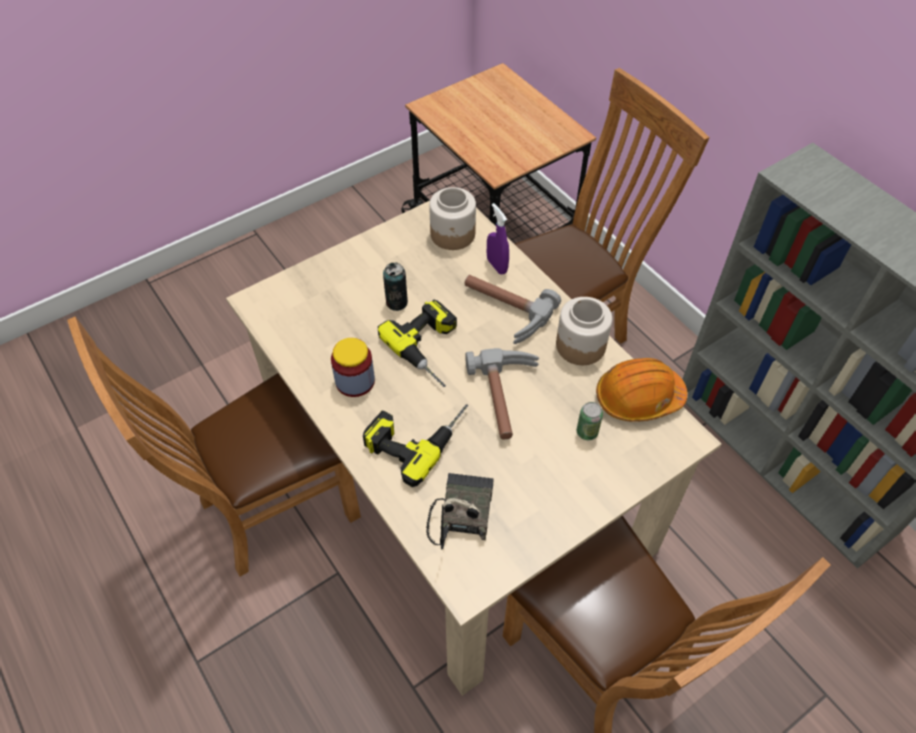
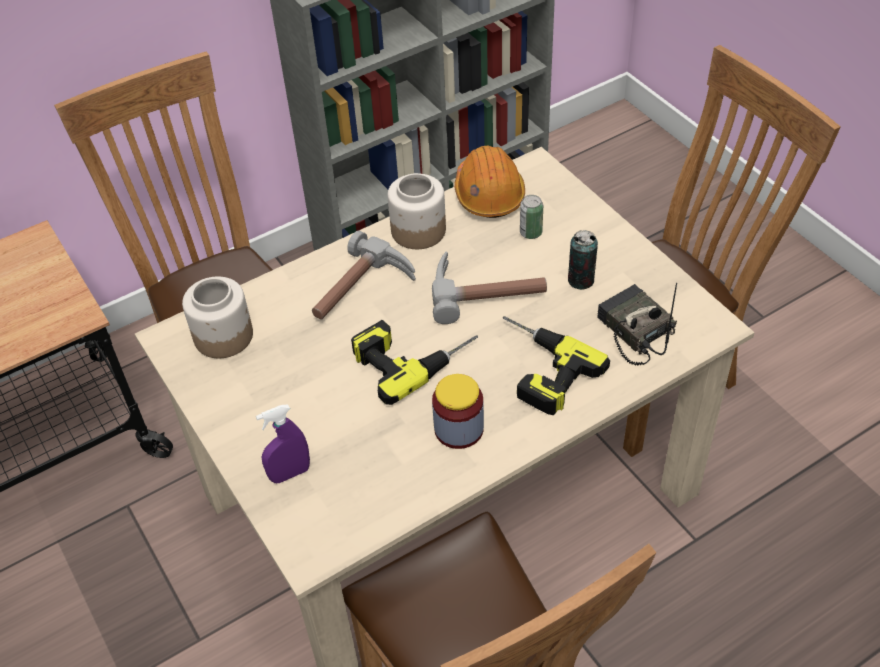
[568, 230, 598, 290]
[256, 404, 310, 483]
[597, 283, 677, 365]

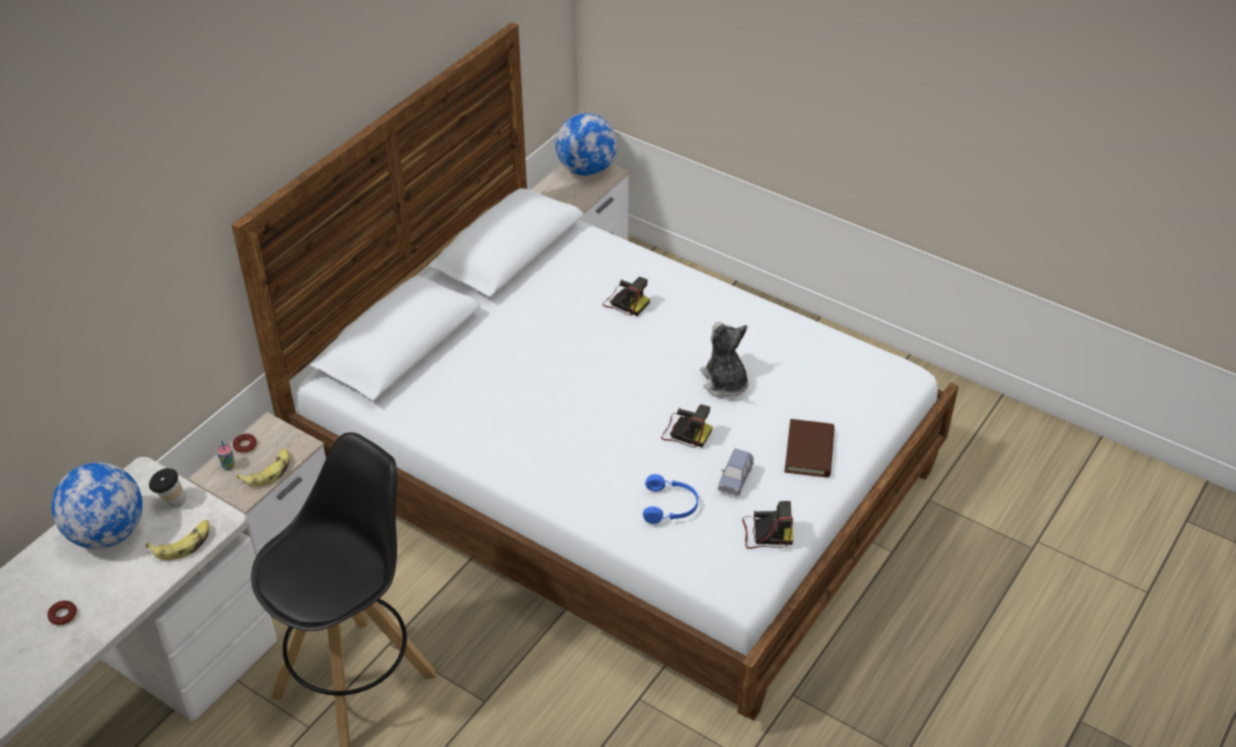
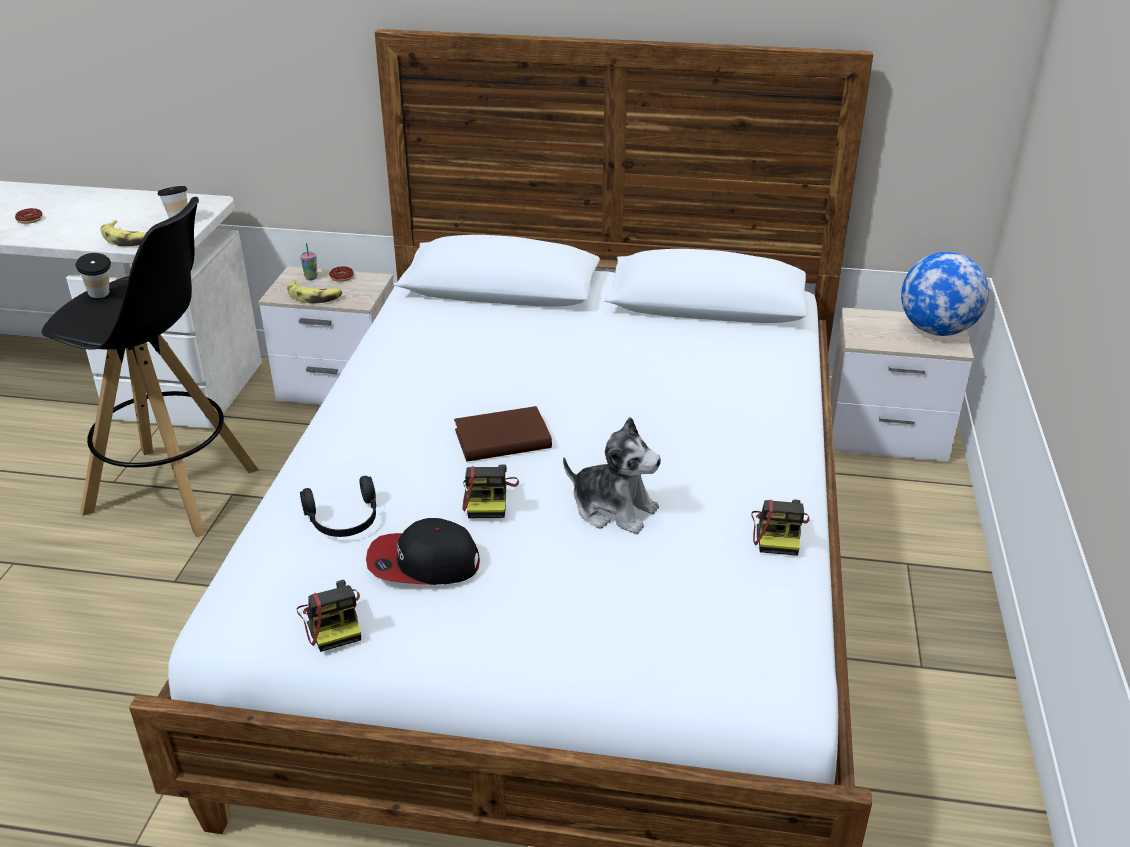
[52, 462, 143, 549] (first image)
[75, 253, 111, 298]
[751, 500, 810, 556]
[454, 406, 552, 461]
[366, 518, 480, 585]
[300, 476, 376, 537]
[563, 417, 661, 534]

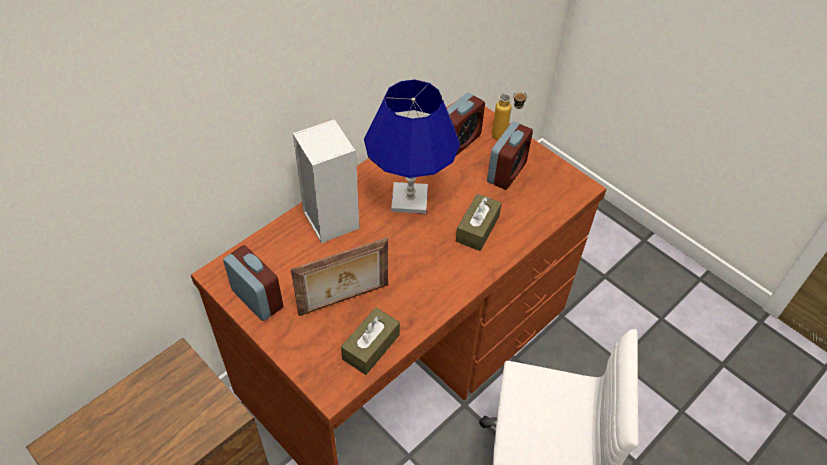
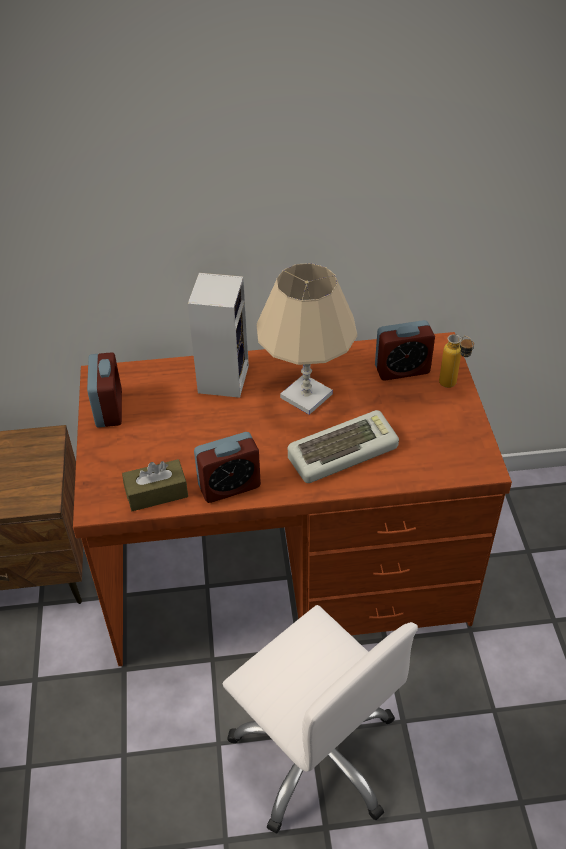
[291, 237, 388, 316] (first image)
[194, 432, 261, 503]
[288, 410, 399, 483]
[257, 263, 357, 415]

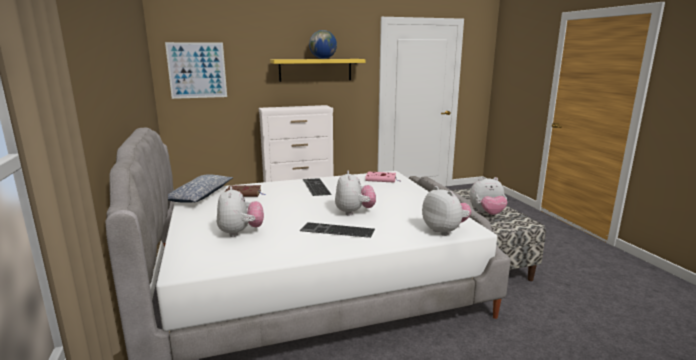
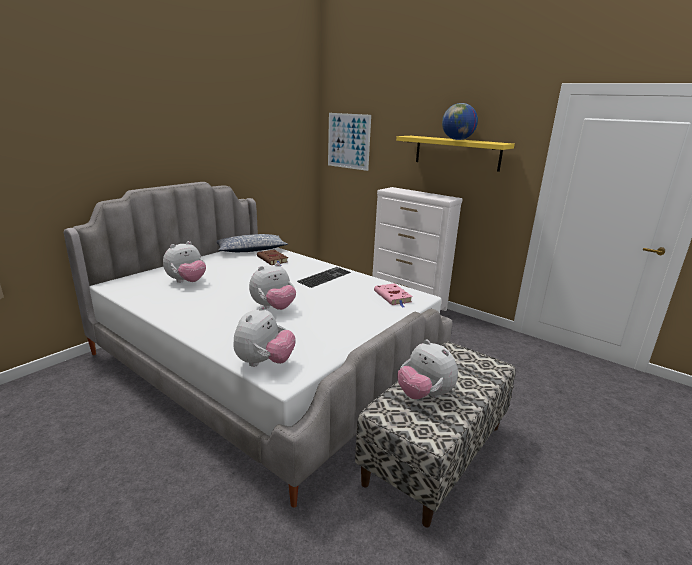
[300, 222, 375, 238] (first image)

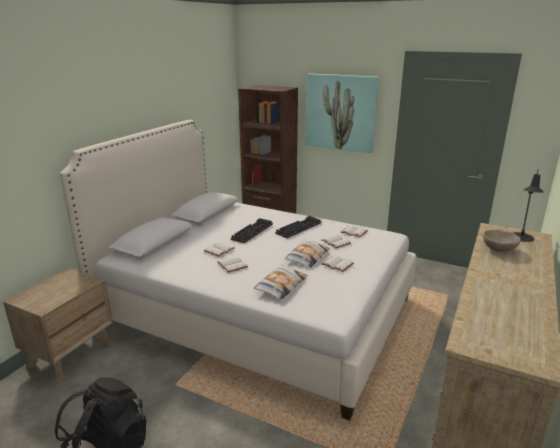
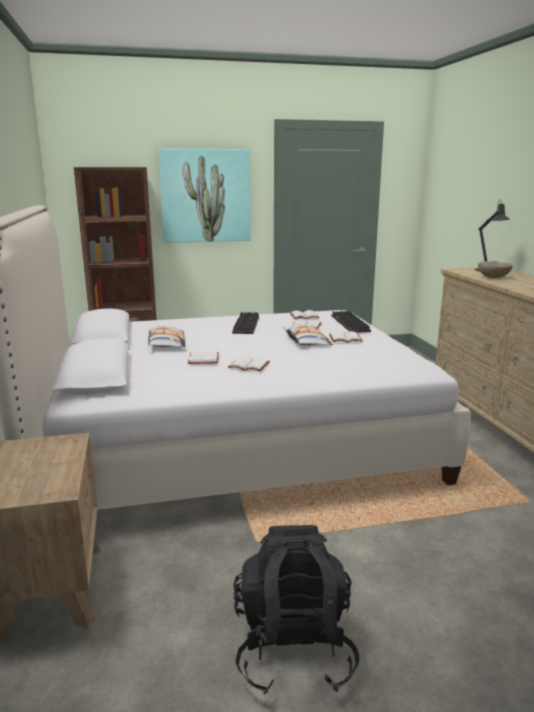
[331, 311, 371, 333]
[148, 325, 186, 347]

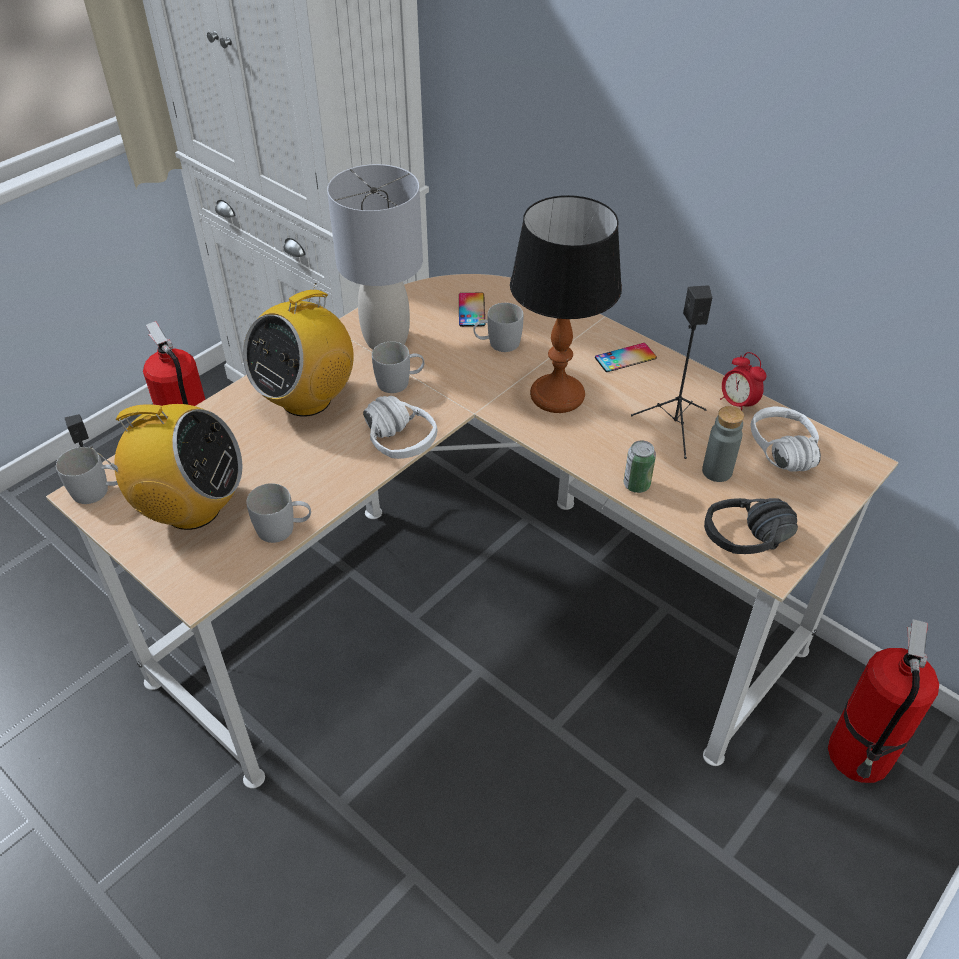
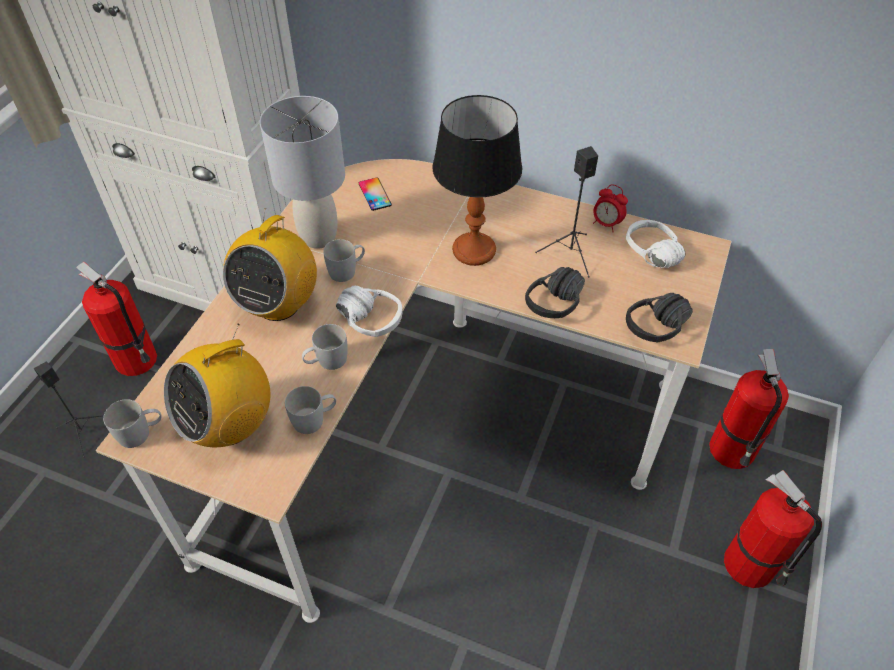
[595, 343, 657, 372] (first image)
[702, 406, 744, 482] (first image)
[724, 470, 822, 588]
[302, 324, 348, 370]
[525, 267, 585, 318]
[164, 324, 271, 447]

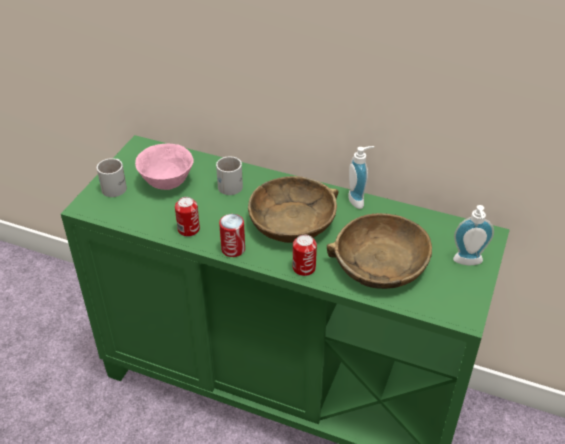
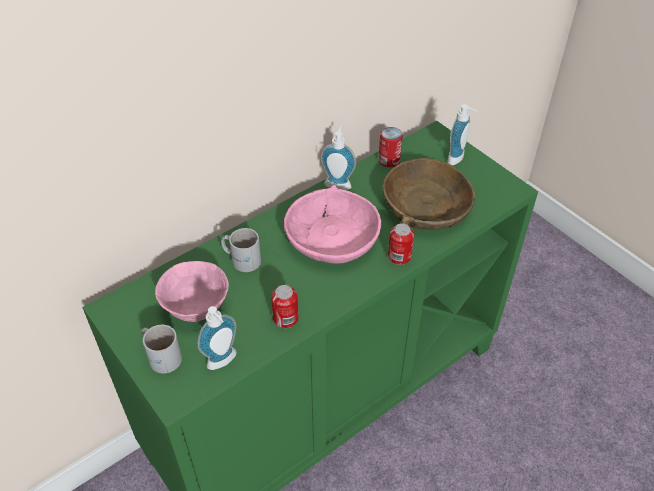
[198, 306, 237, 370]
[378, 127, 403, 167]
[284, 185, 381, 264]

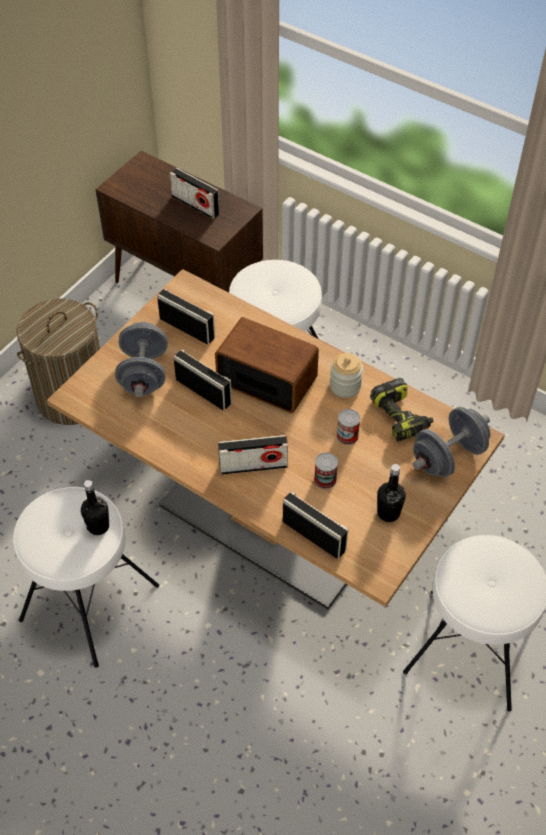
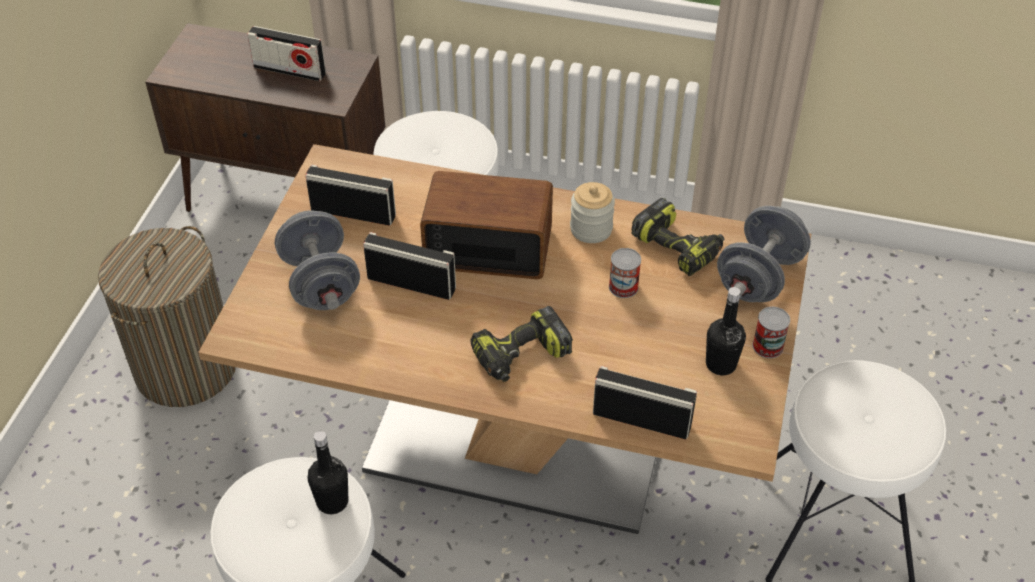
[753, 307, 790, 358]
[470, 306, 573, 382]

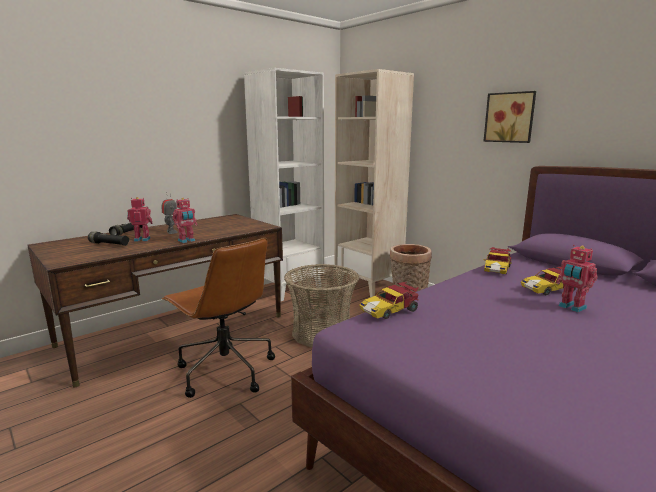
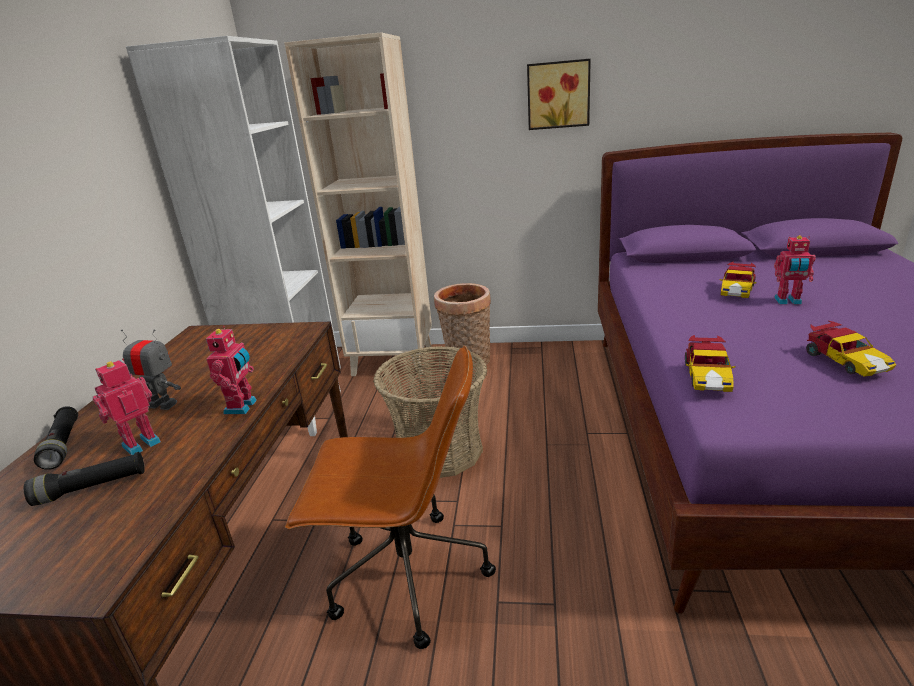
[806, 321, 896, 377]

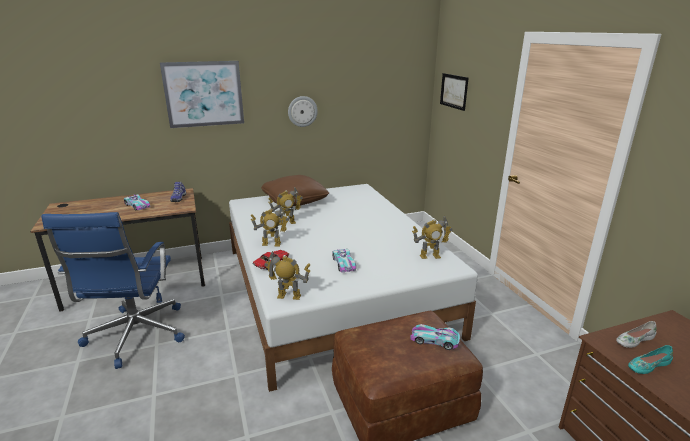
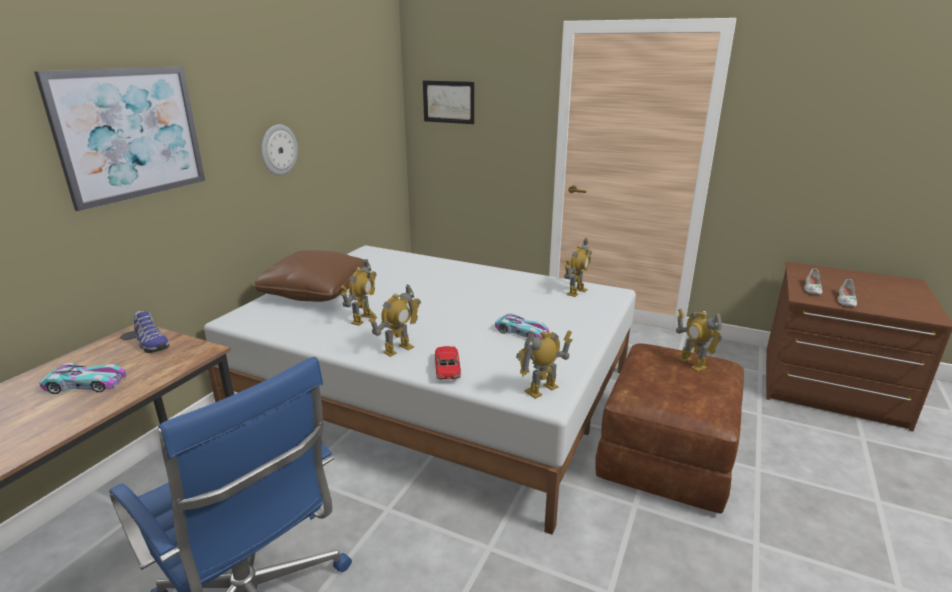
[676, 309, 723, 372]
[838, 279, 857, 307]

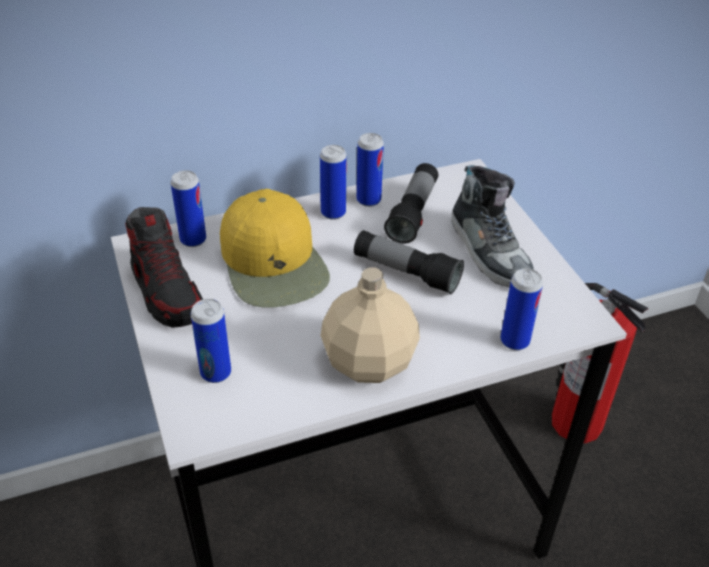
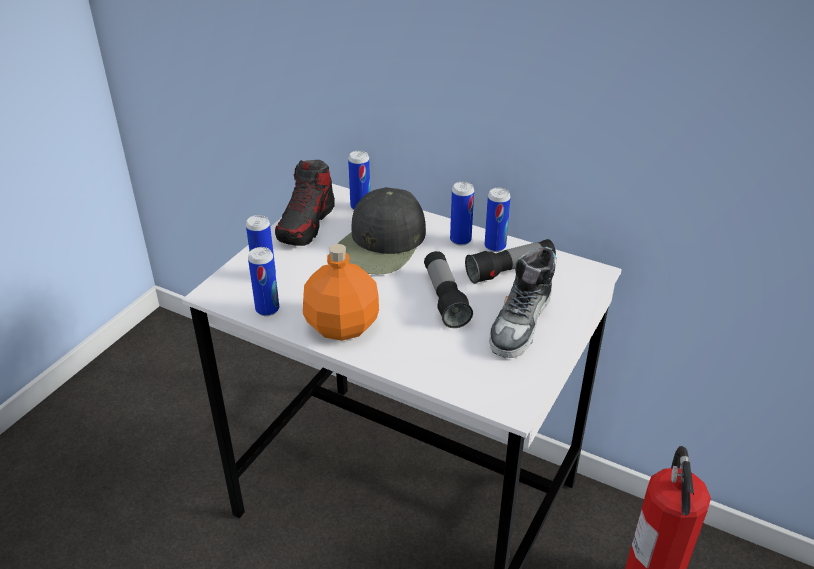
[248, 247, 279, 316]
[338, 187, 426, 274]
[303, 244, 379, 341]

